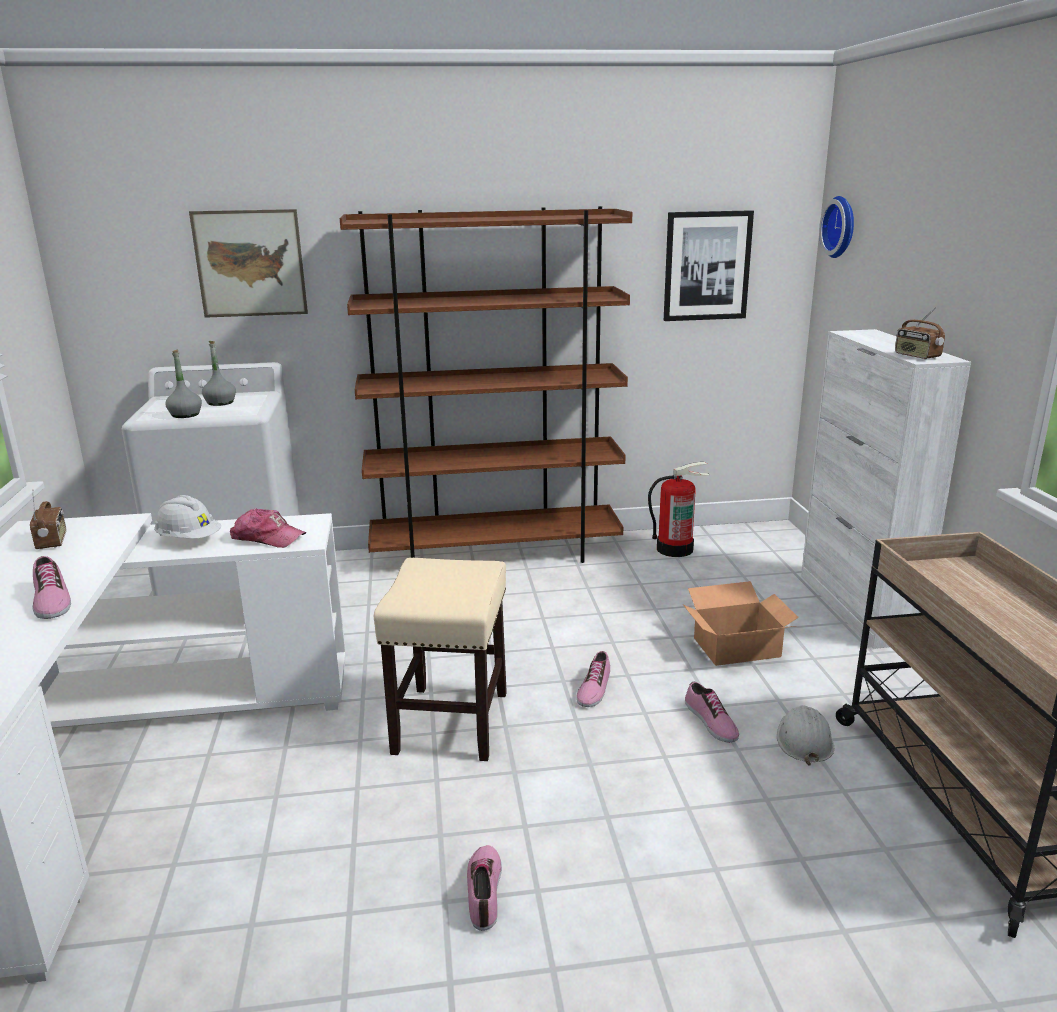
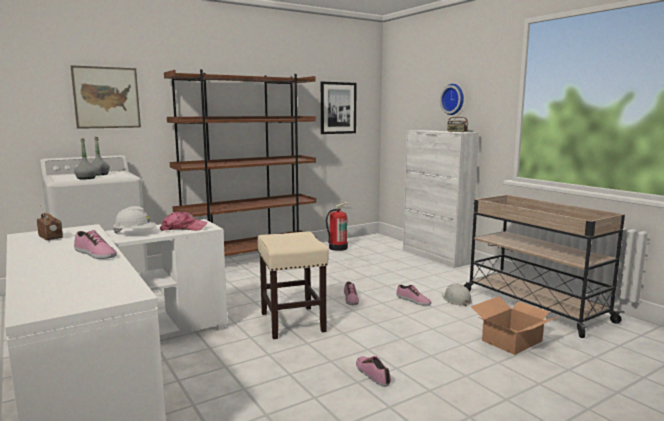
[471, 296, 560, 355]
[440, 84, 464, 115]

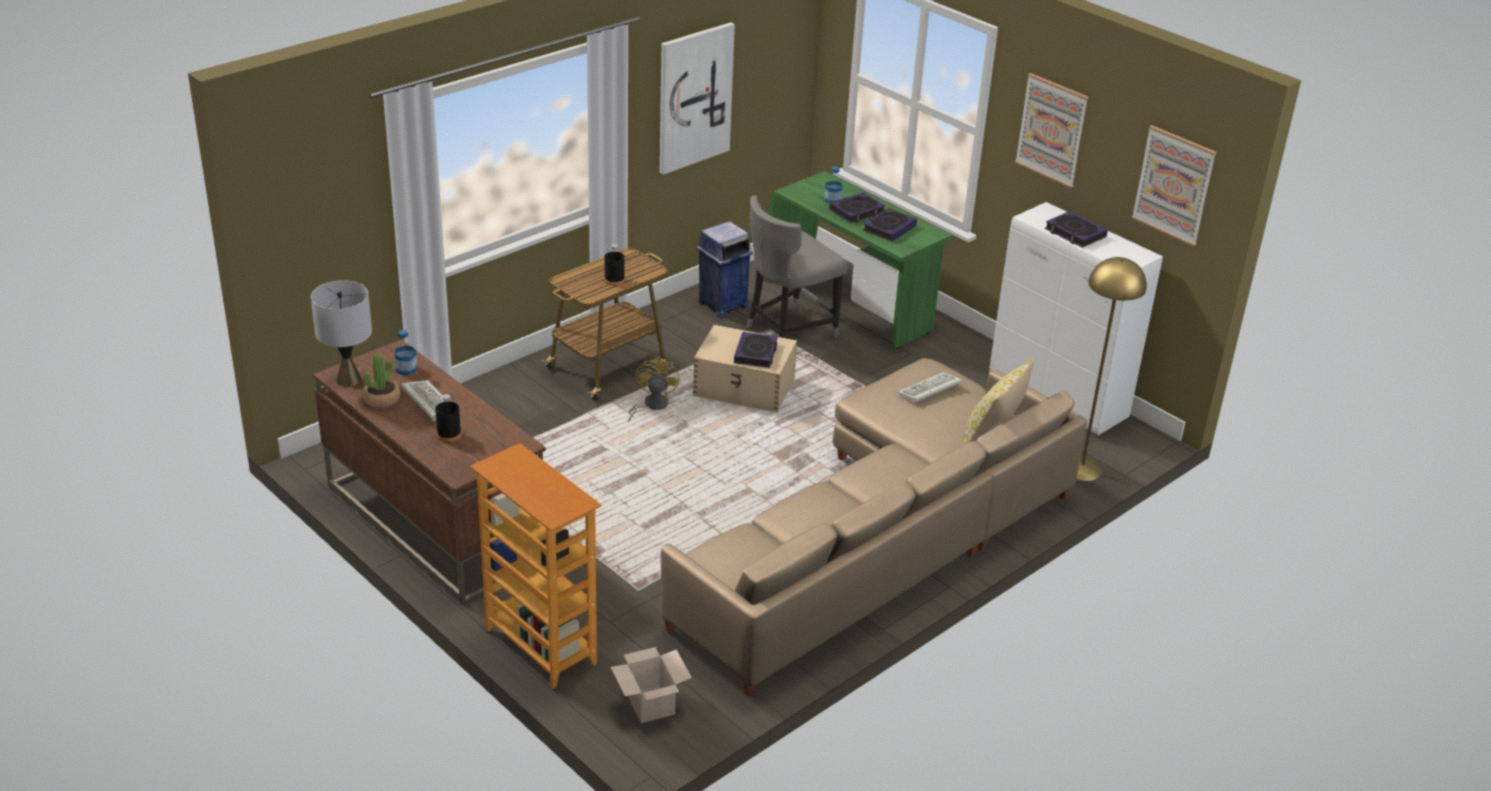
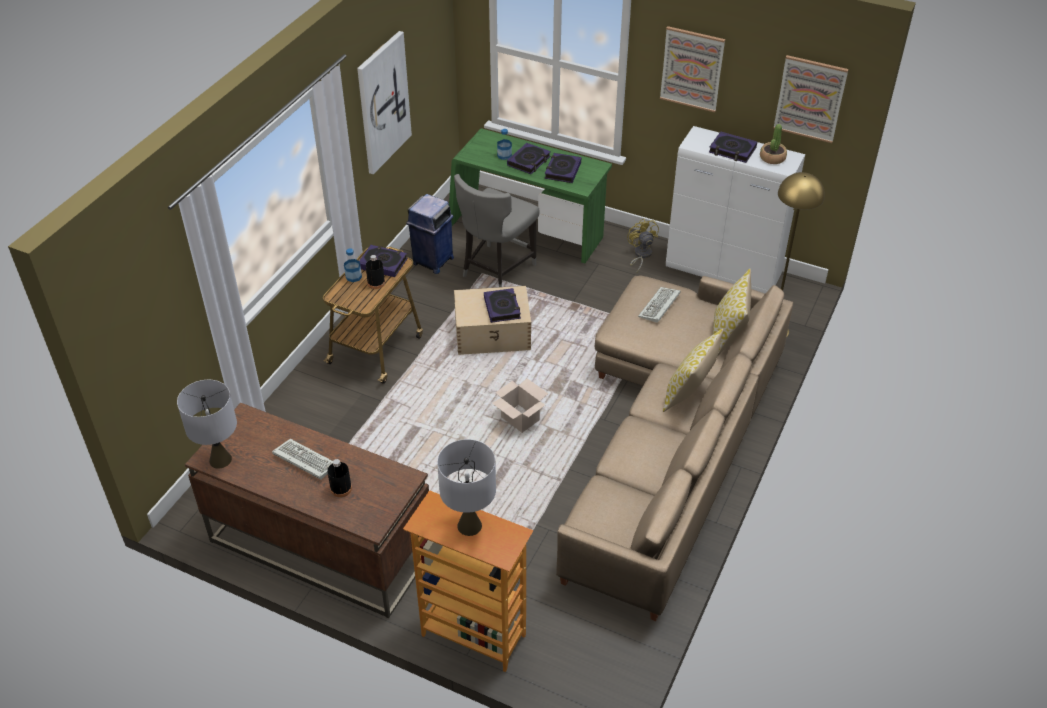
[359, 245, 408, 277]
[437, 439, 496, 536]
[663, 329, 723, 412]
[760, 124, 787, 164]
[344, 248, 362, 282]
[492, 378, 548, 433]
[627, 219, 659, 273]

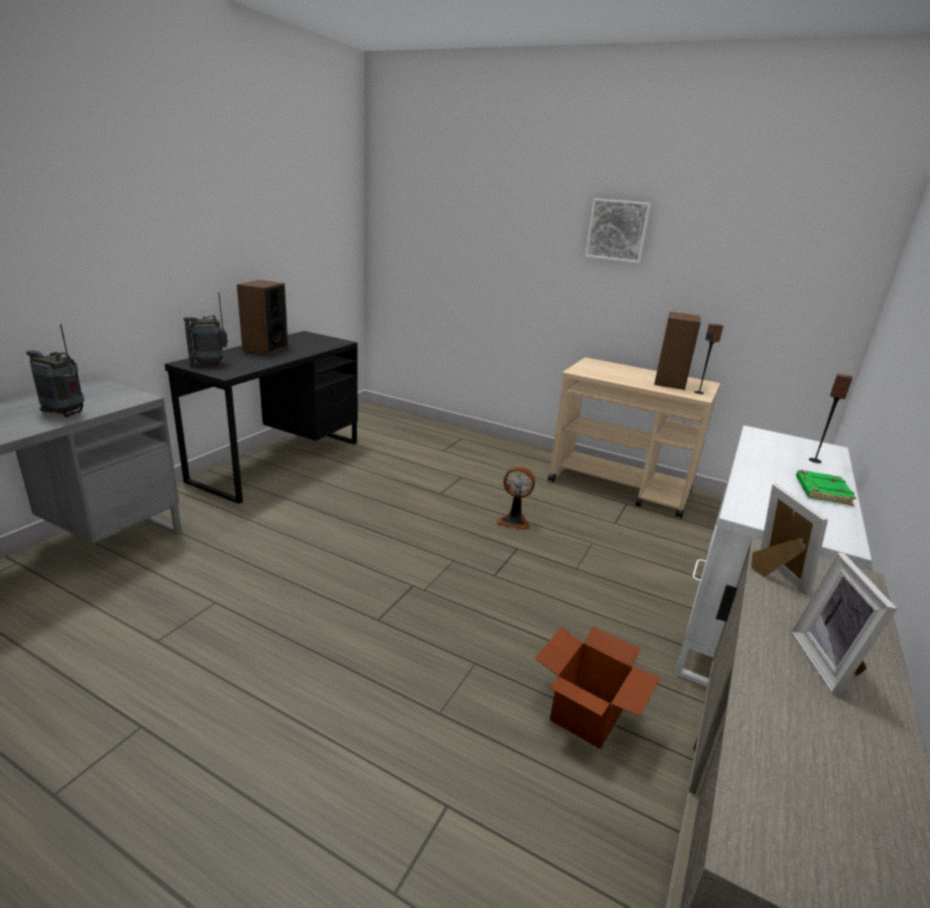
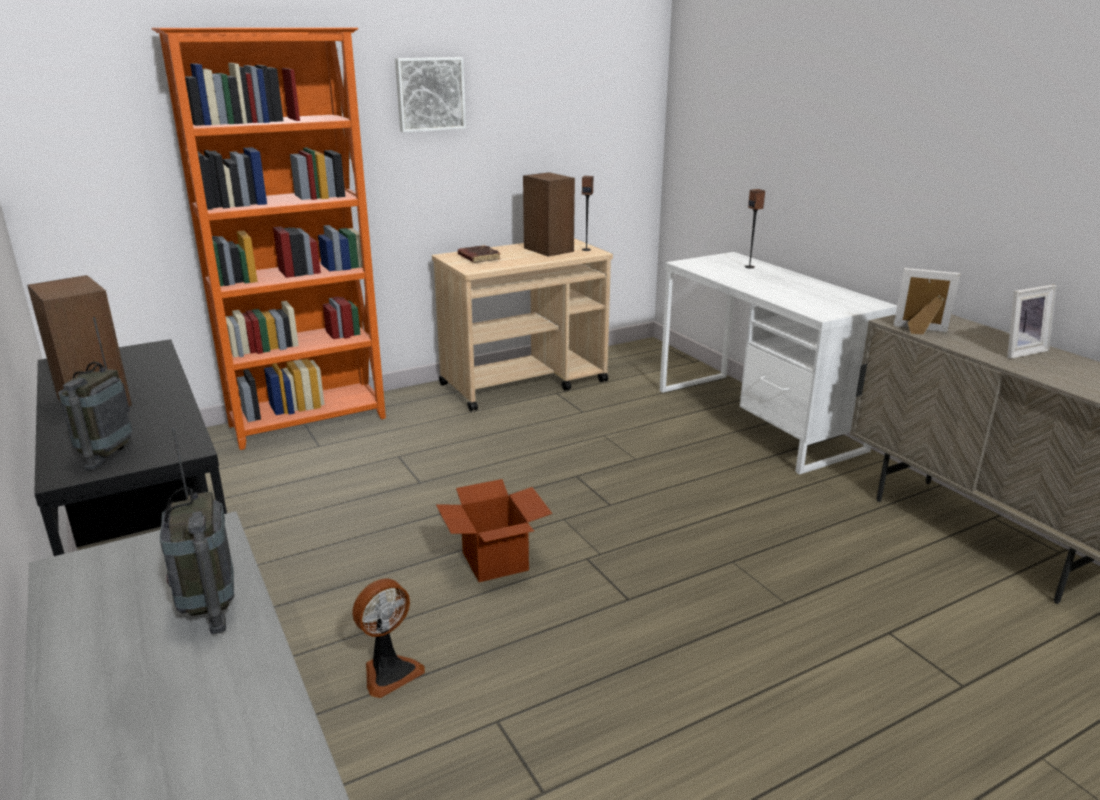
[796, 470, 856, 506] (first image)
[151, 27, 386, 450]
[458, 245, 501, 263]
[352, 579, 425, 698]
[436, 479, 552, 582]
[159, 428, 234, 634]
[1007, 285, 1056, 359]

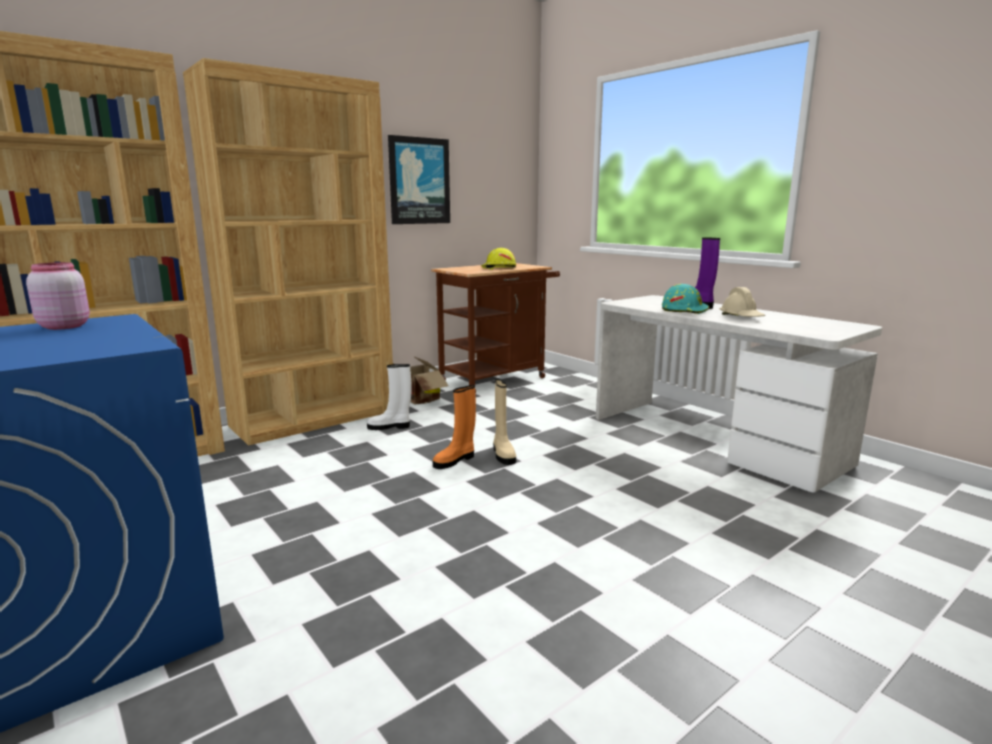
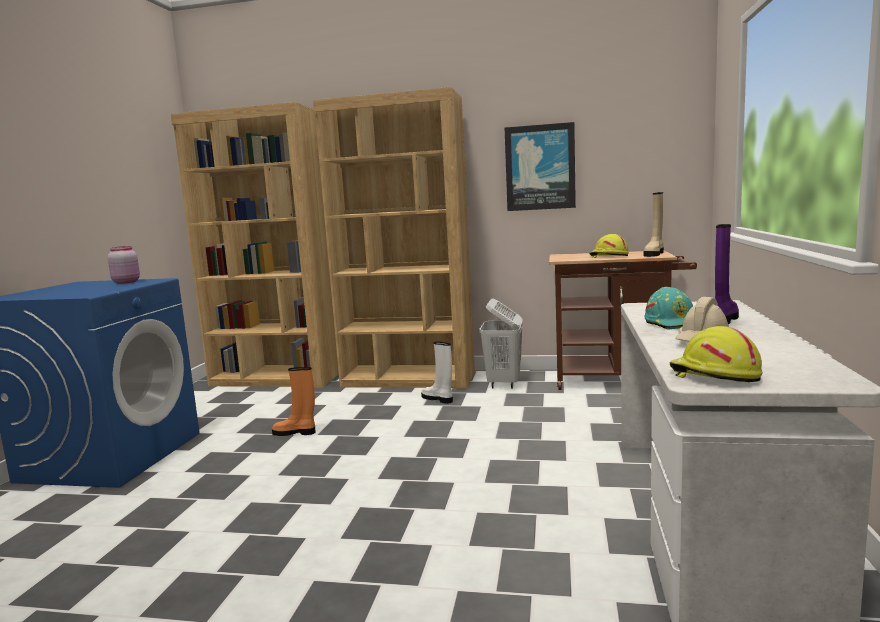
[670, 326, 762, 382]
[272, 367, 315, 436]
[643, 192, 664, 257]
[479, 298, 523, 389]

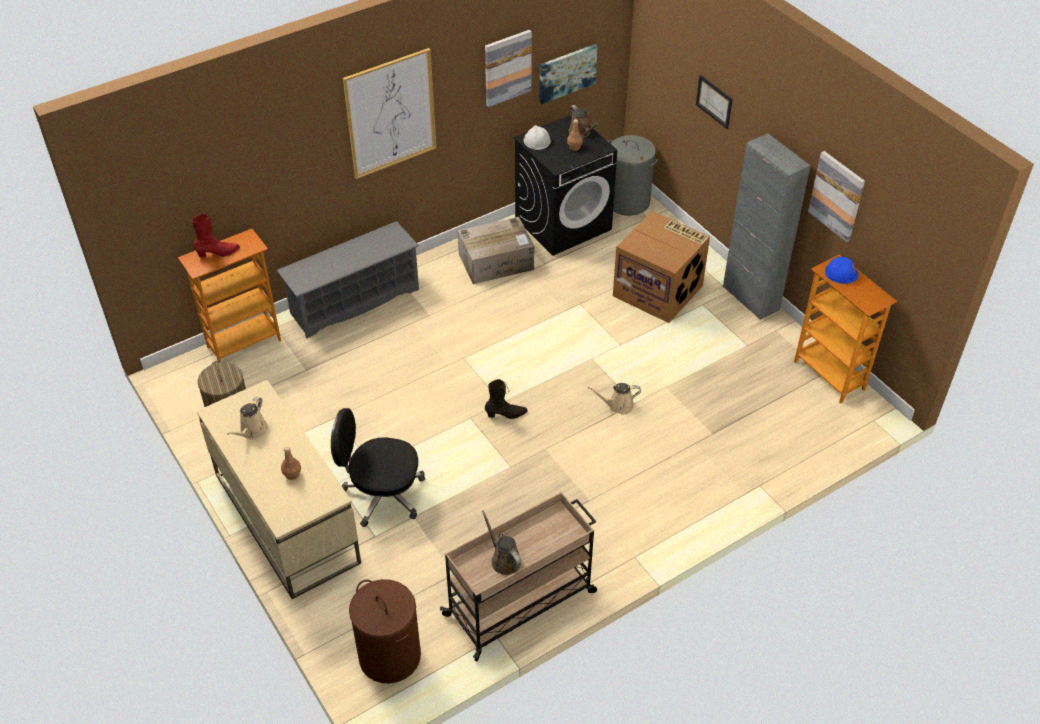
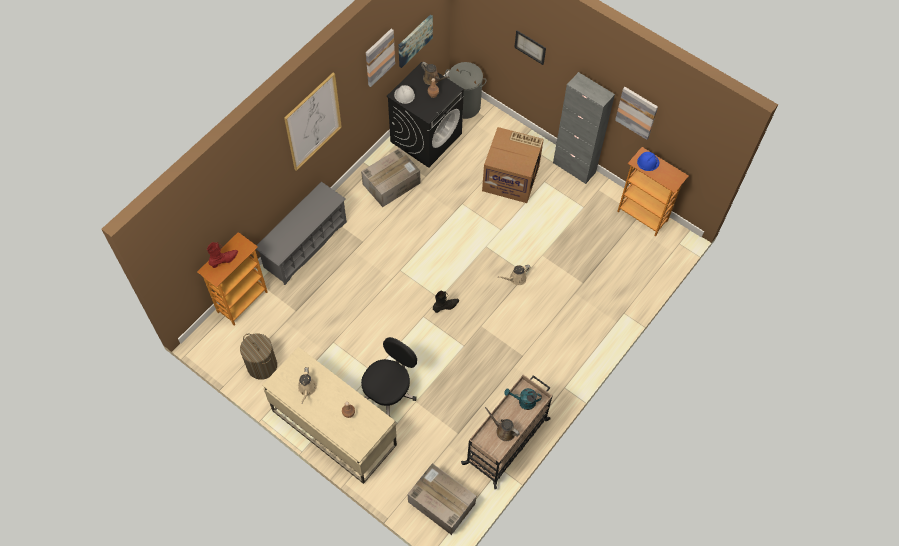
[504, 388, 542, 410]
[408, 463, 476, 535]
[361, 337, 417, 416]

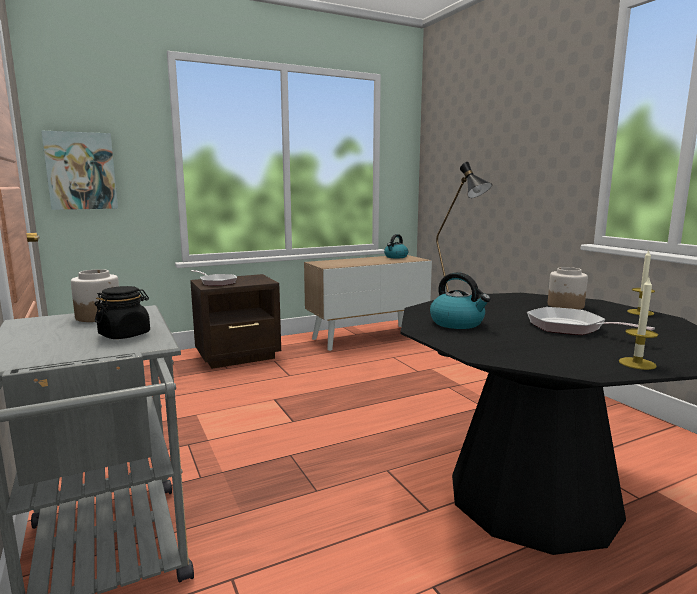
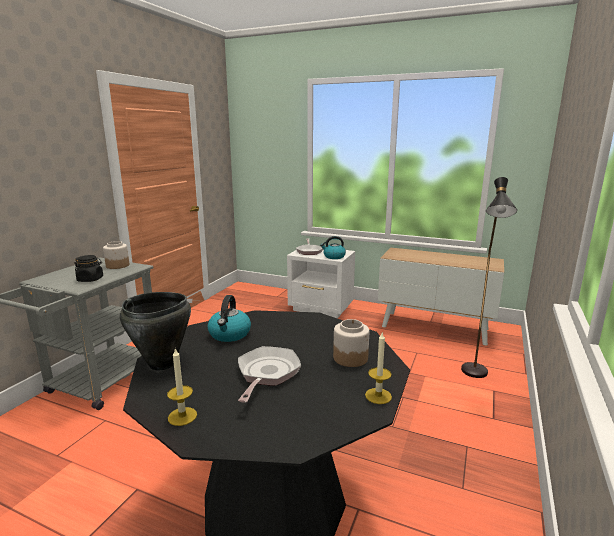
[41, 131, 118, 210] (first image)
[120, 292, 191, 370]
[320, 236, 346, 259]
[287, 250, 355, 318]

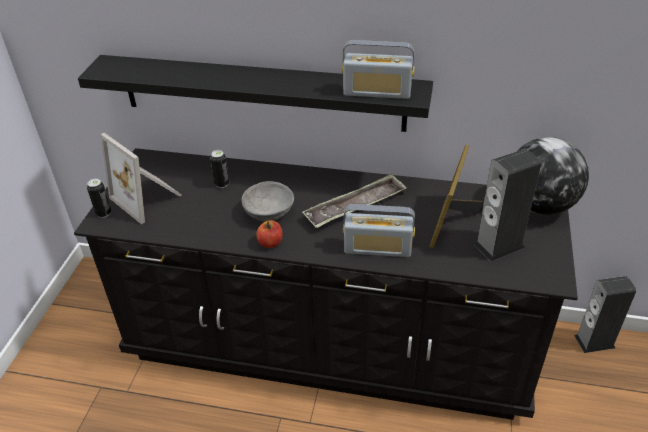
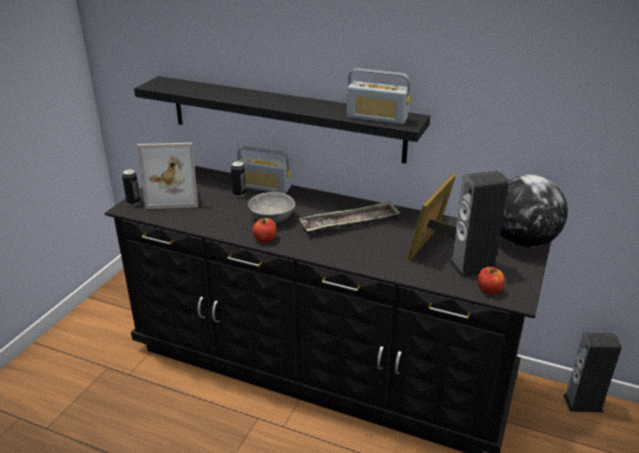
[478, 267, 505, 294]
[237, 146, 291, 194]
[137, 143, 198, 209]

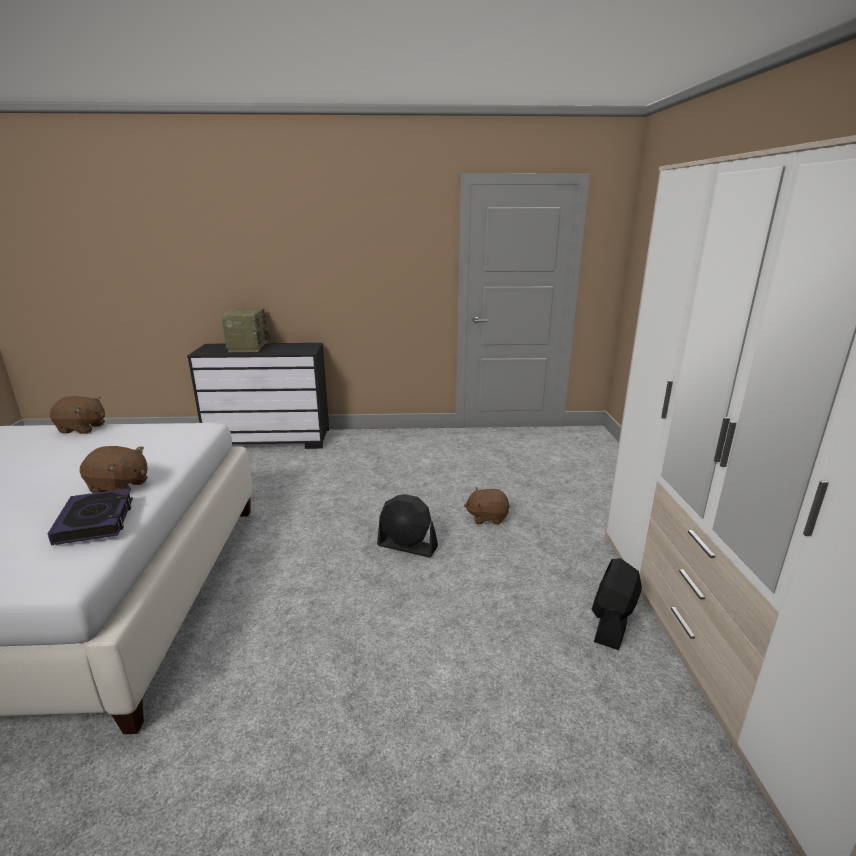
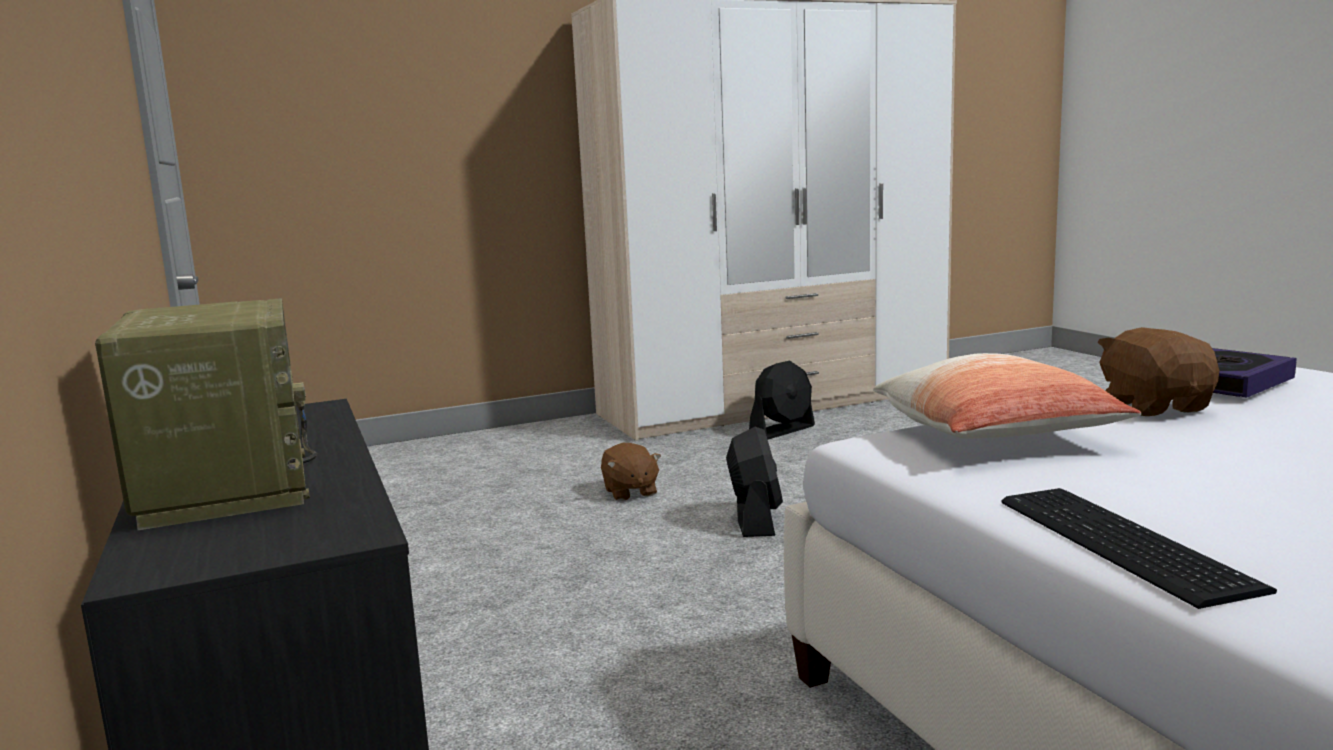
[873, 353, 1142, 439]
[1001, 488, 1277, 609]
[95, 298, 318, 530]
[749, 360, 815, 440]

